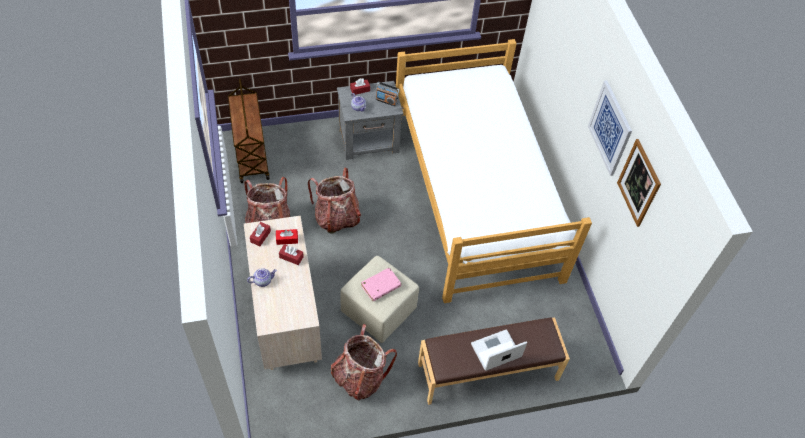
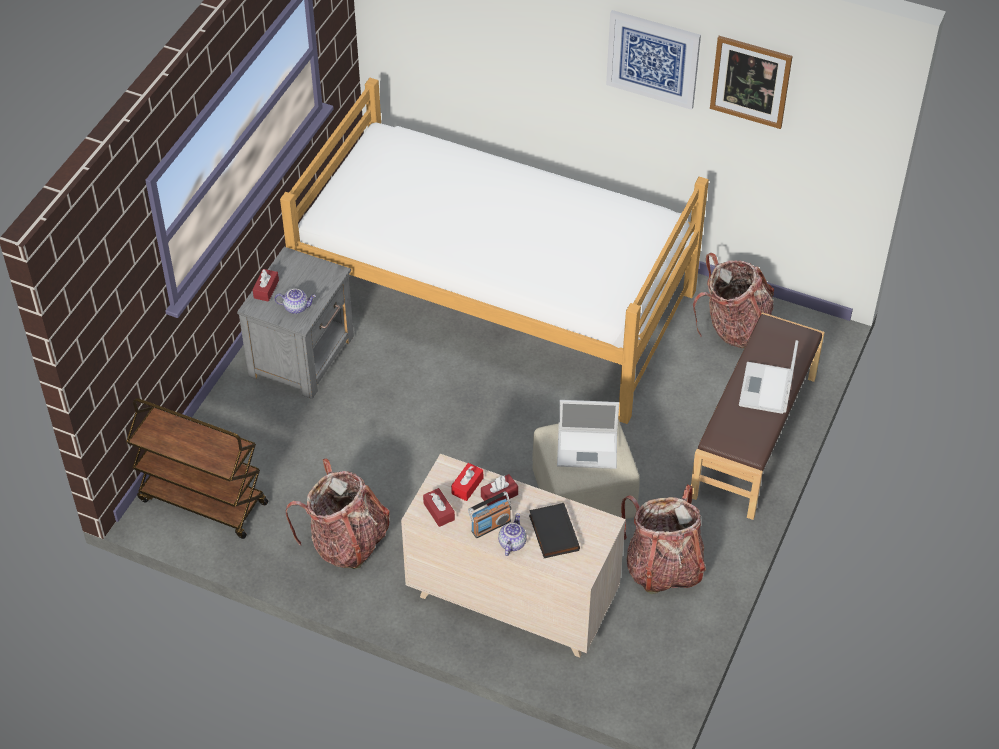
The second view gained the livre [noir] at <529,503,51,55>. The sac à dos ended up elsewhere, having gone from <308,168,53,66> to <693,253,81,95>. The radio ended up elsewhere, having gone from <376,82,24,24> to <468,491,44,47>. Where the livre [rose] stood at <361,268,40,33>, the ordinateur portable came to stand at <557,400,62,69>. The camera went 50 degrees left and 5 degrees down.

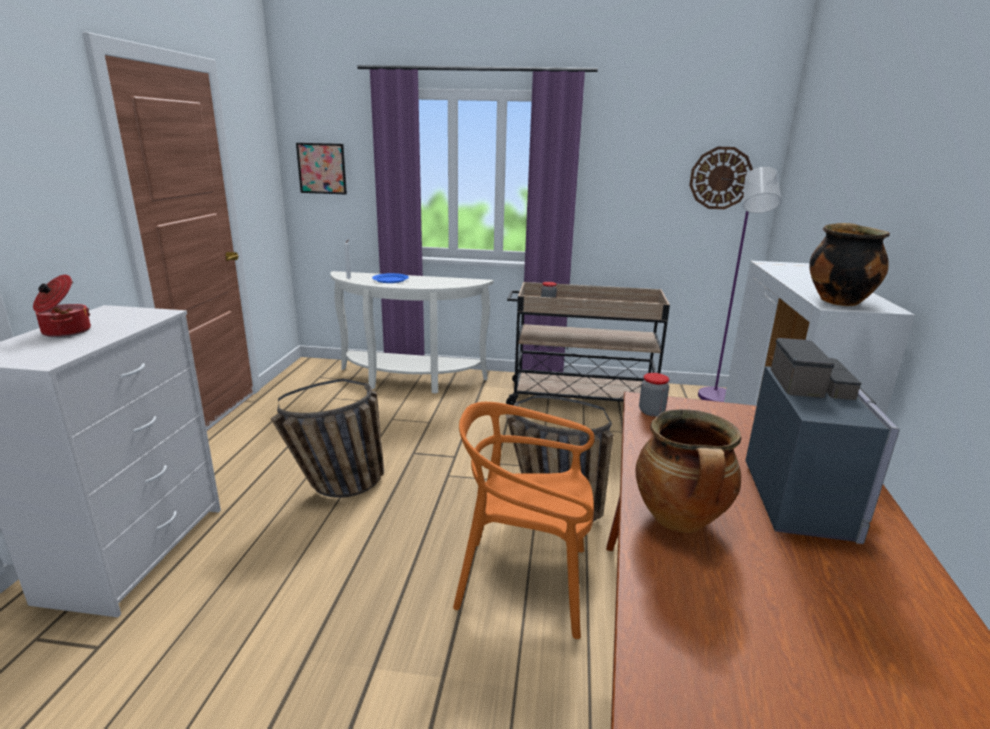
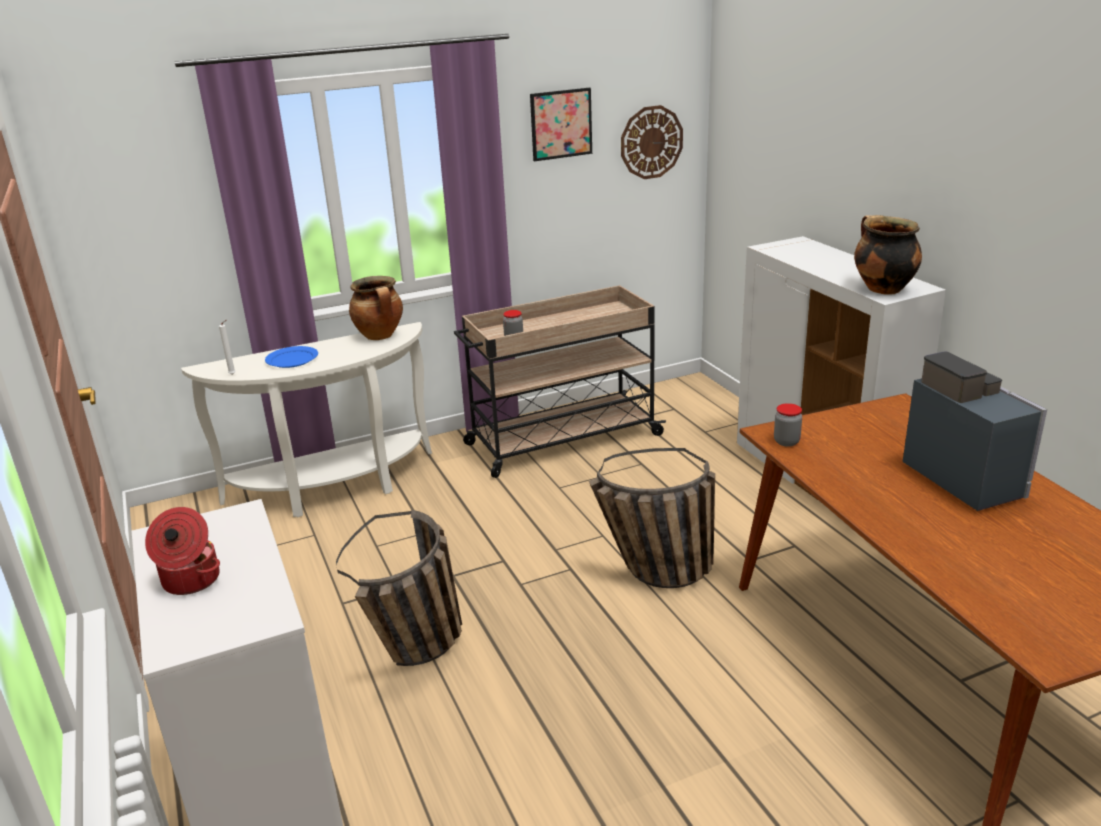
The second view lost the chaise [orange] at <453,402,142,237>. The second view lost the lampadaire [violet] at <698,167,84,235>. The tableau ended up elsewhere, having gone from <296,143,51,52> to <530,88,62,73>. The marmite ended up elsewhere, having gone from <635,409,106,124> to <349,276,54,64>. The camera went 30 degrees left and 5 degrees up.

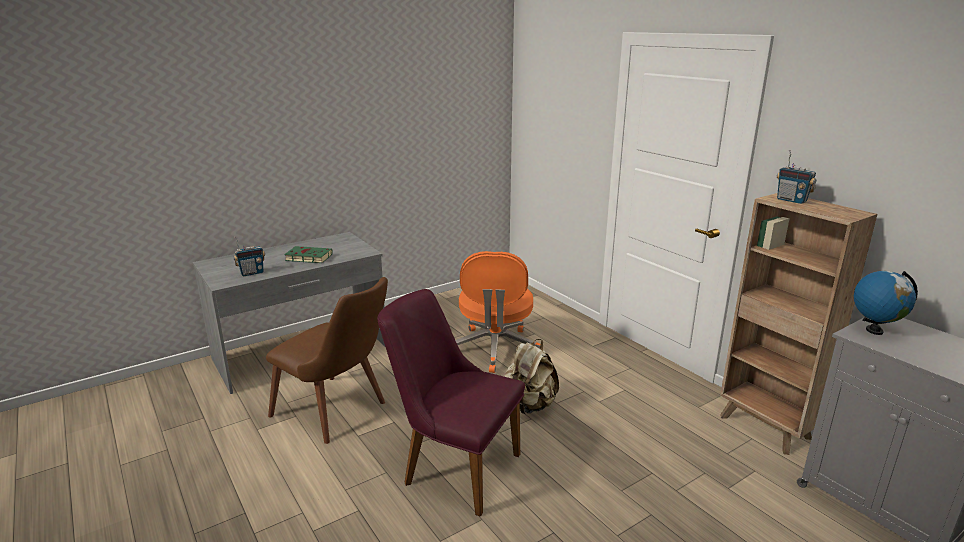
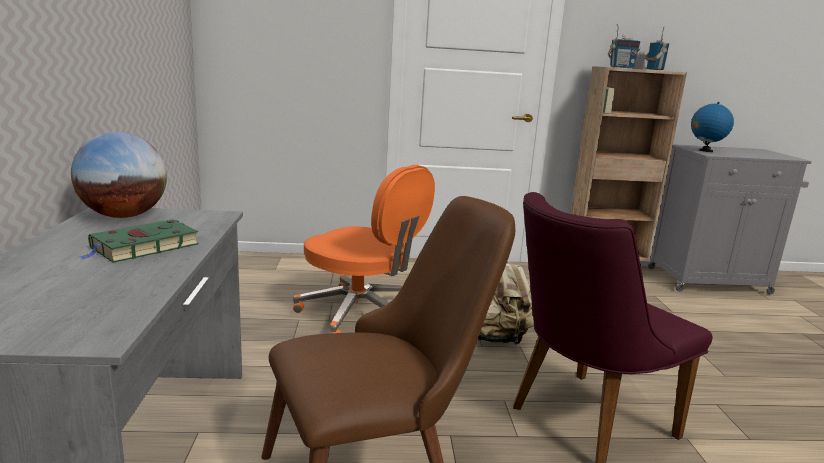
The second view gained the globe at <71,132,96,86>. The radio ended up elsewhere, having gone from <233,237,32,39> to <644,27,25,43>. The camera went 60 degrees left and 5 degrees down.

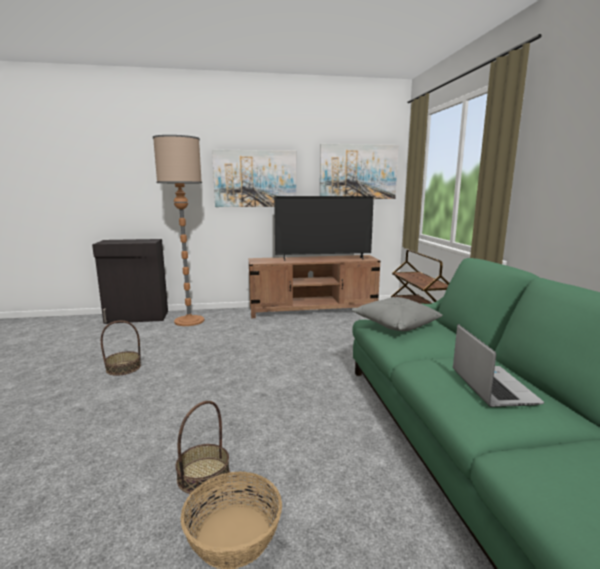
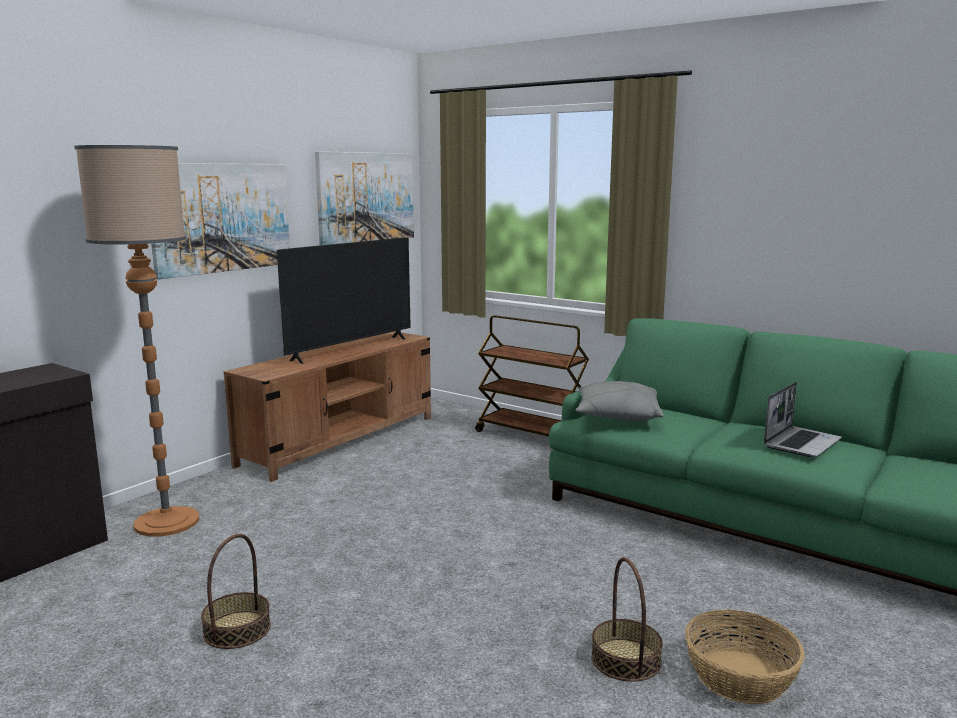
The ordinateur portable at <453,324,91,83> ended up facing another way, 90 degrees clockwise from before. The camera went 45 degrees left and 0 degrees up.

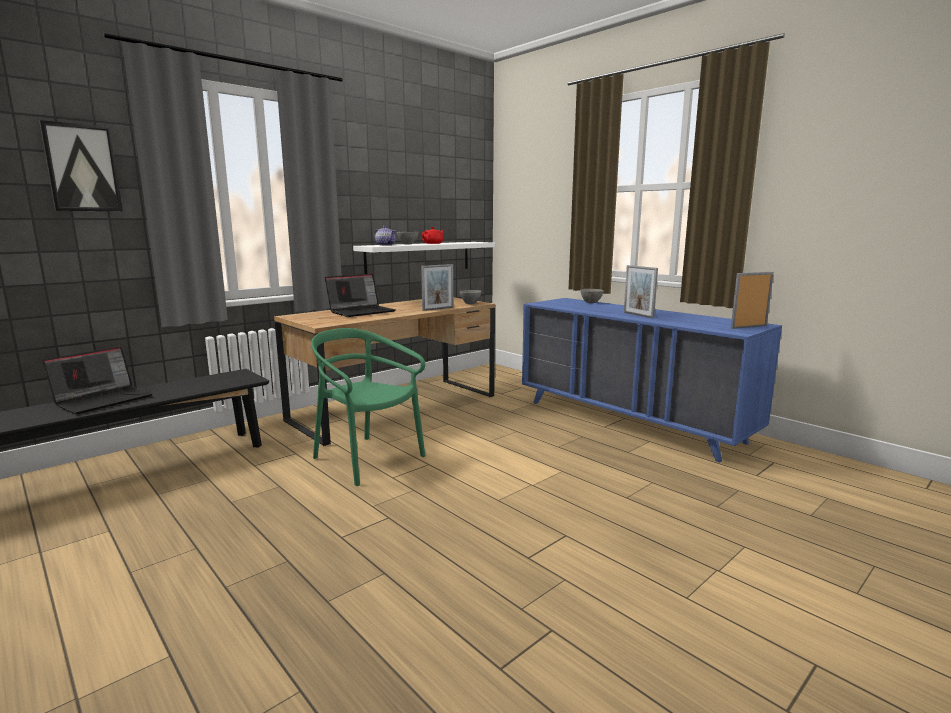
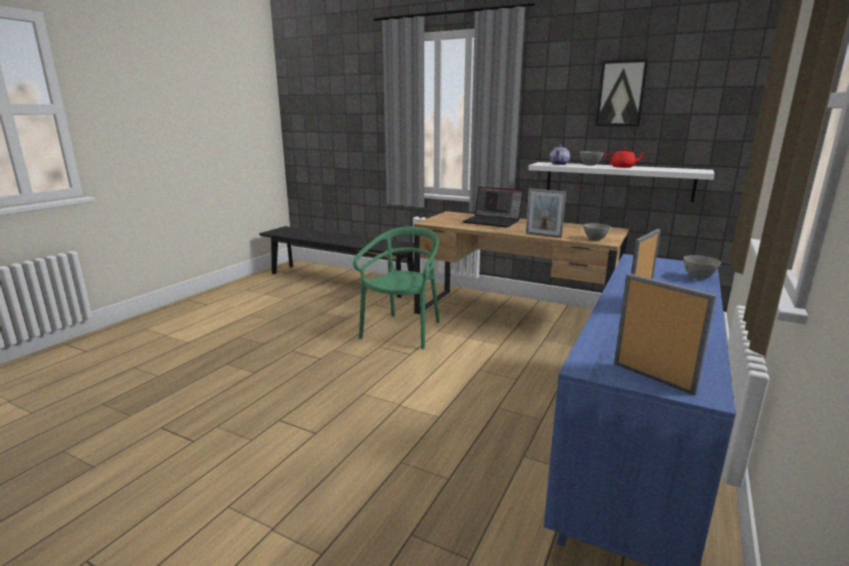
The second view lost the ordinateur portable at <42,347,110,67>. The tableau ended up elsewhere, having gone from <40,120,83,91> to <595,59,54,67>. The camera went 70 degrees right and 5 degrees up.

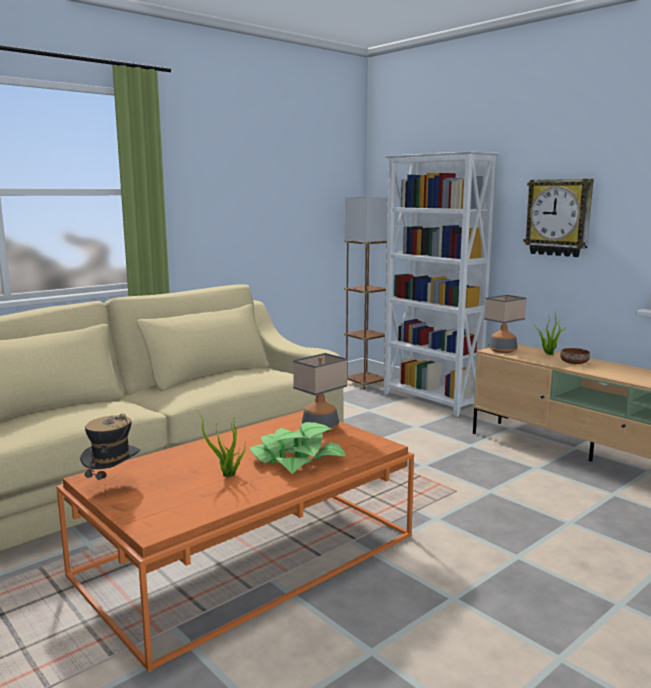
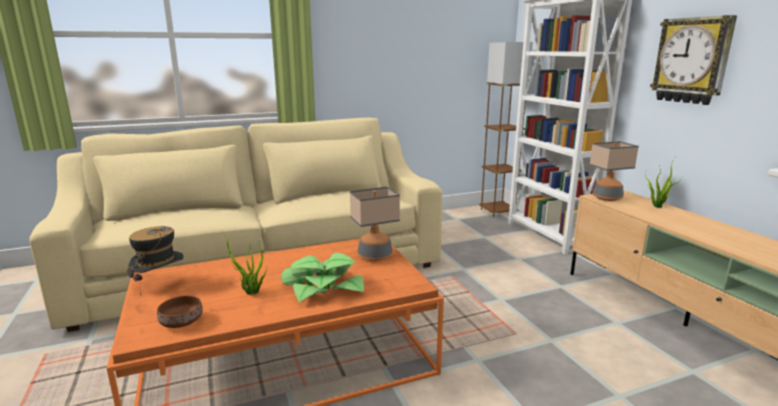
The bol [marron] ended up elsewhere, having gone from <560,348,30,16> to <157,295,46,33>. The camera went 20 degrees right and 5 degrees up.

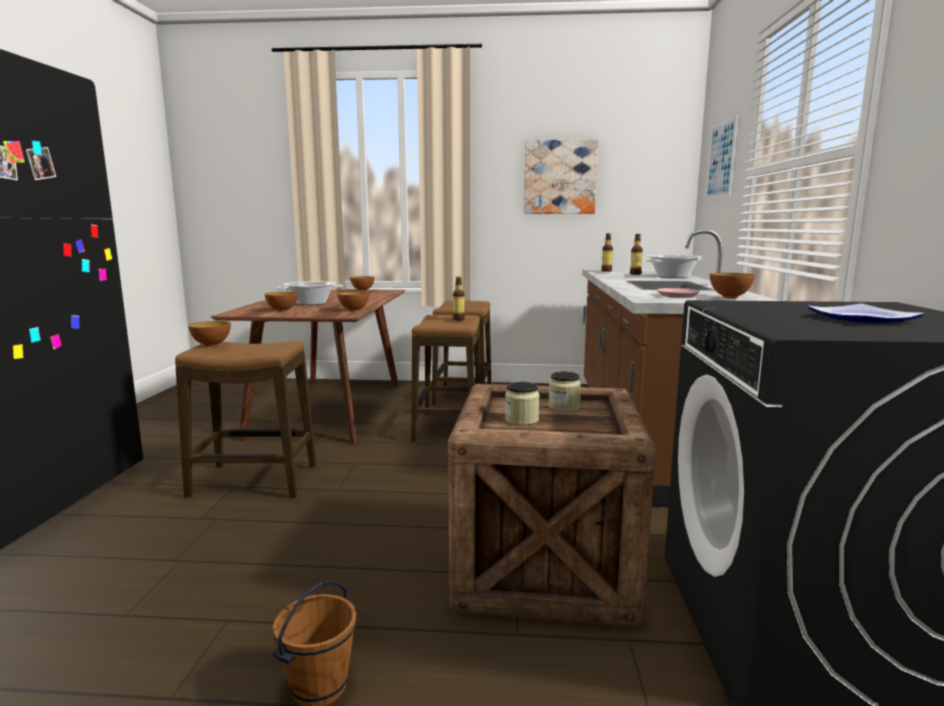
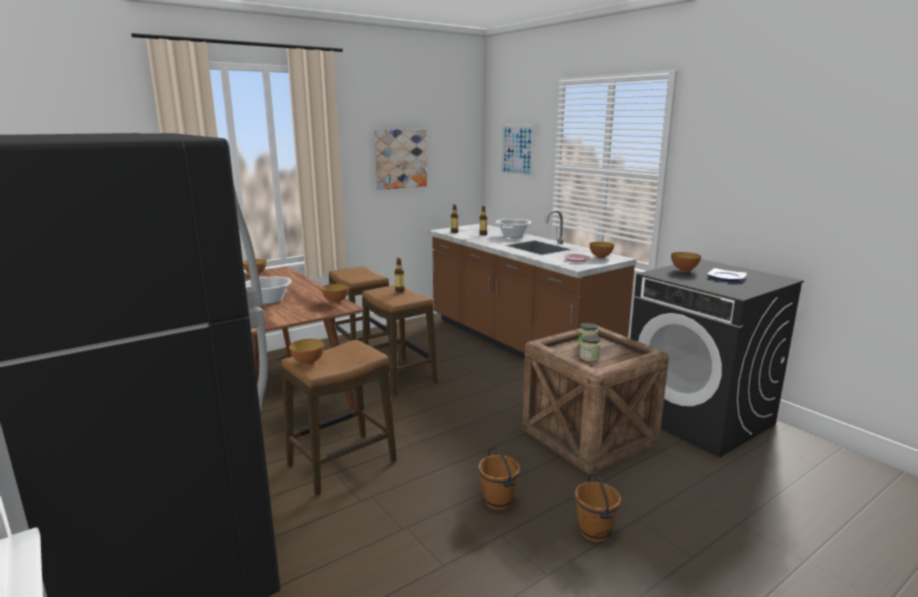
The second view gained the seau [marron] at <478,447,42,63>. The bol ended up elsewhere, having gone from <265,292,33,20> to <671,252,30,20>. The camera went 40 degrees left and 5 degrees up.

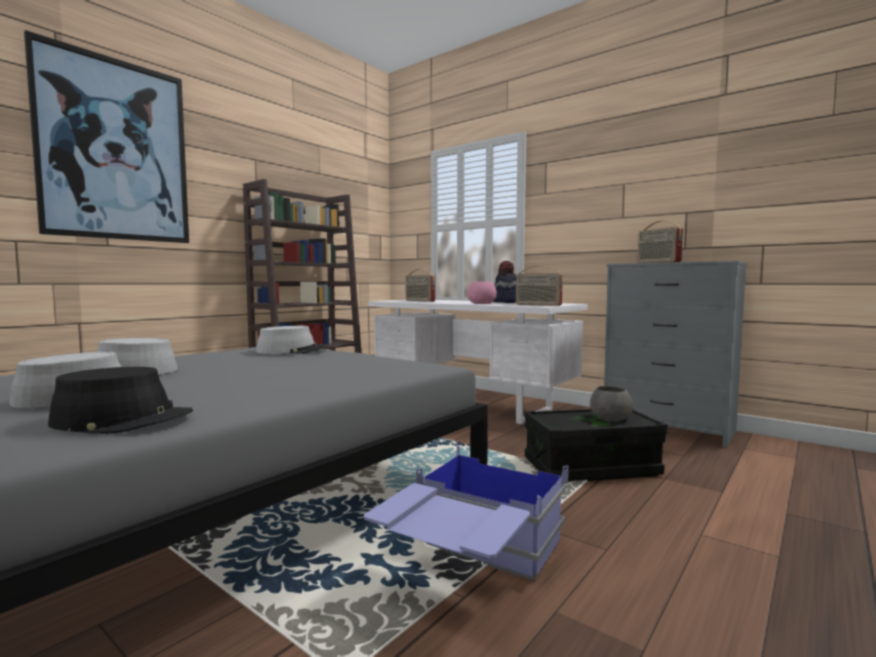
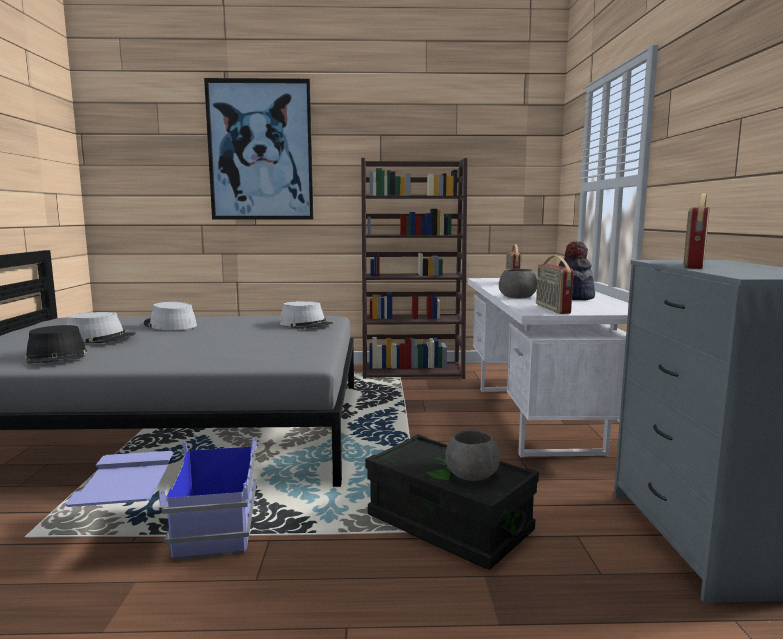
What was the bol [rose] at <467,282,30,22> turned into the bol [gris] at <499,269,38,29>. The camera went 50 degrees right and 5 degrees up.

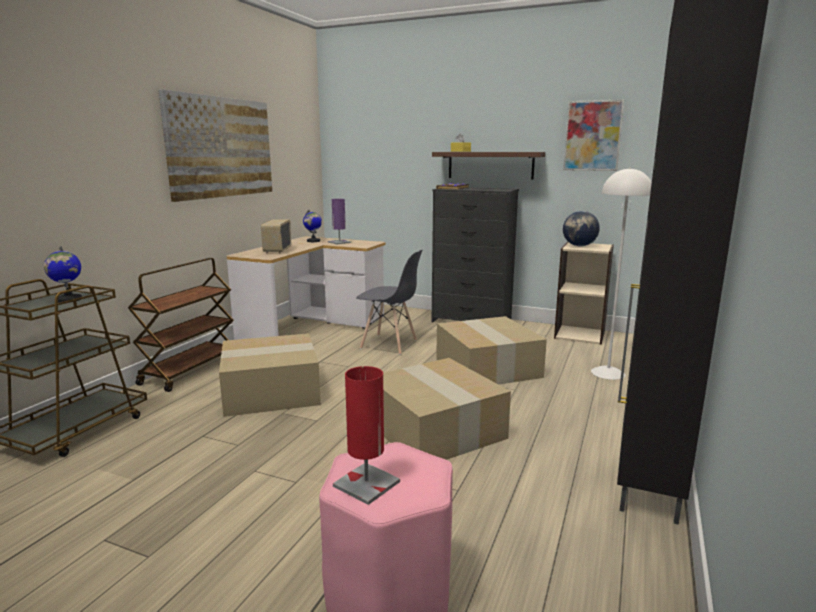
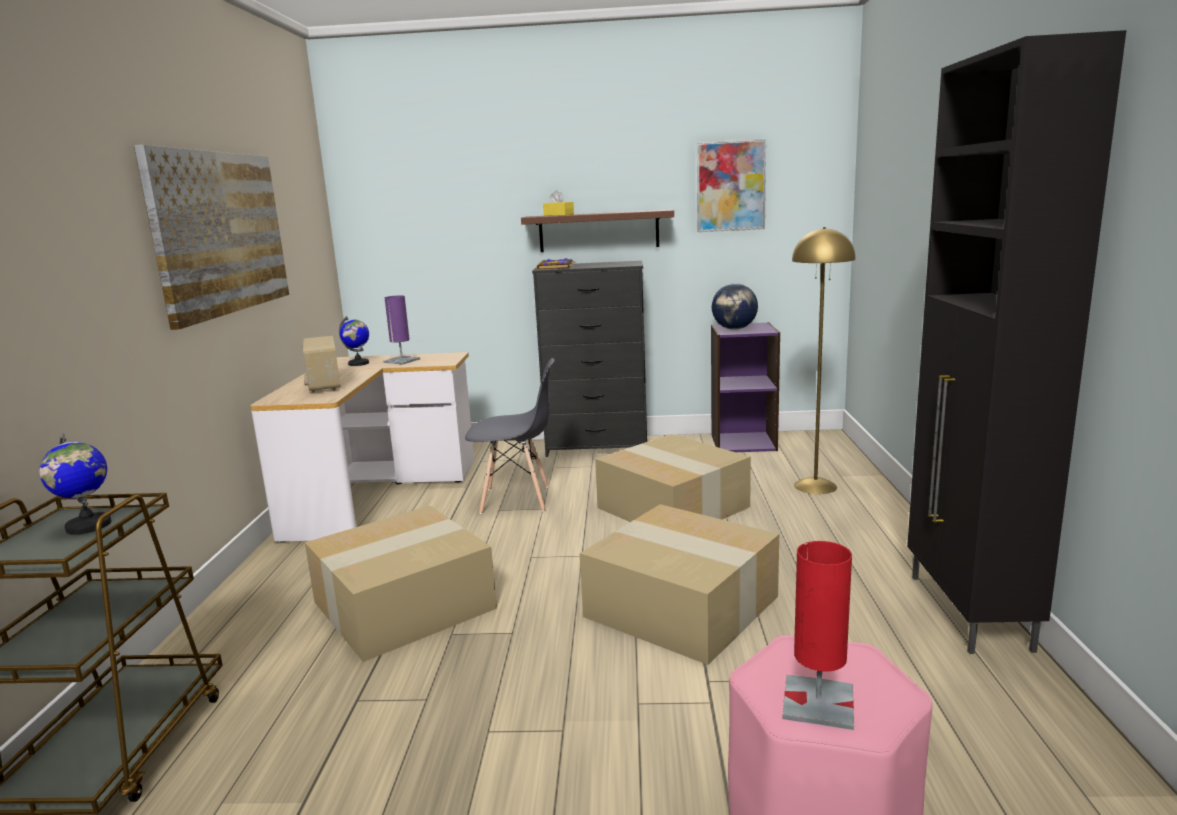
The second view lost the chariot [marron] at <128,258,106,134>. What was the bibliothèque [beige] at <554,242,60,103> turned into the bibliothèque [violet] at <711,322,69,130>. What was the lampadaire [blanc] at <591,167,61,213> turned into the lampadaire [jaune] at <792,227,64,267>. The camera went 20 degrees left and 0 degrees up.

